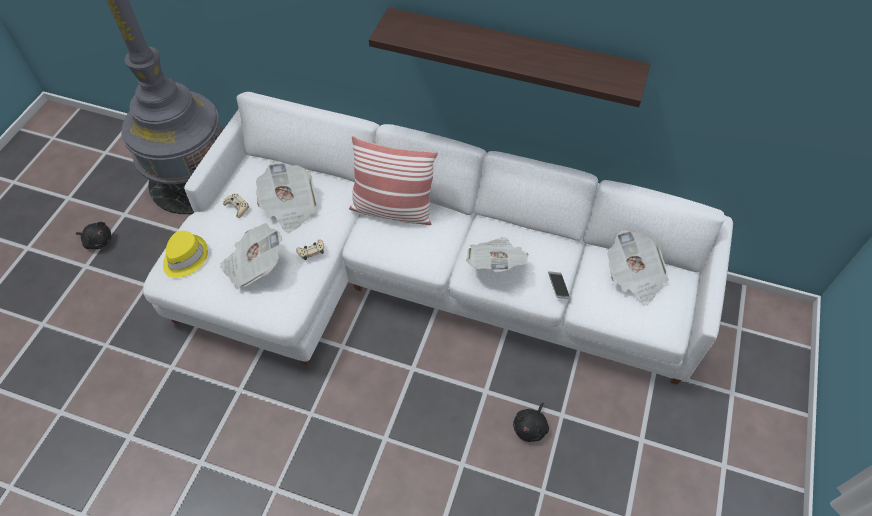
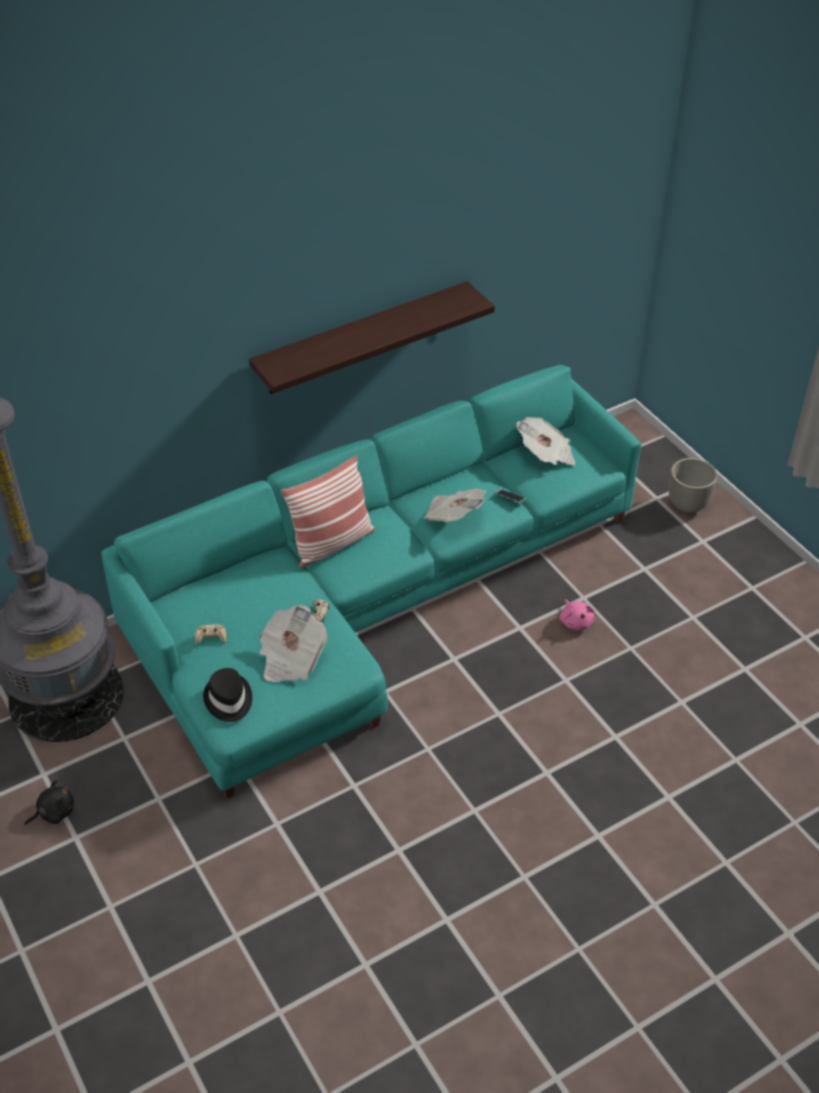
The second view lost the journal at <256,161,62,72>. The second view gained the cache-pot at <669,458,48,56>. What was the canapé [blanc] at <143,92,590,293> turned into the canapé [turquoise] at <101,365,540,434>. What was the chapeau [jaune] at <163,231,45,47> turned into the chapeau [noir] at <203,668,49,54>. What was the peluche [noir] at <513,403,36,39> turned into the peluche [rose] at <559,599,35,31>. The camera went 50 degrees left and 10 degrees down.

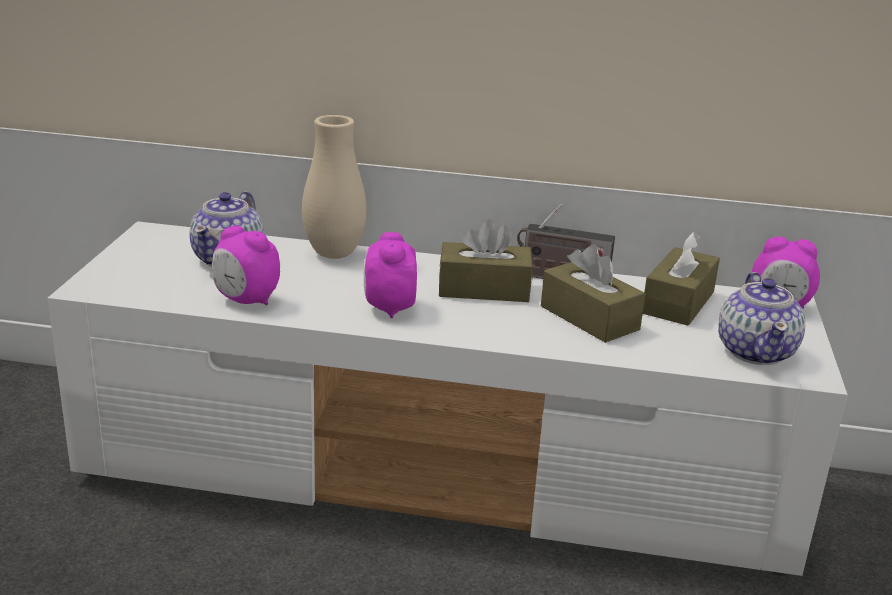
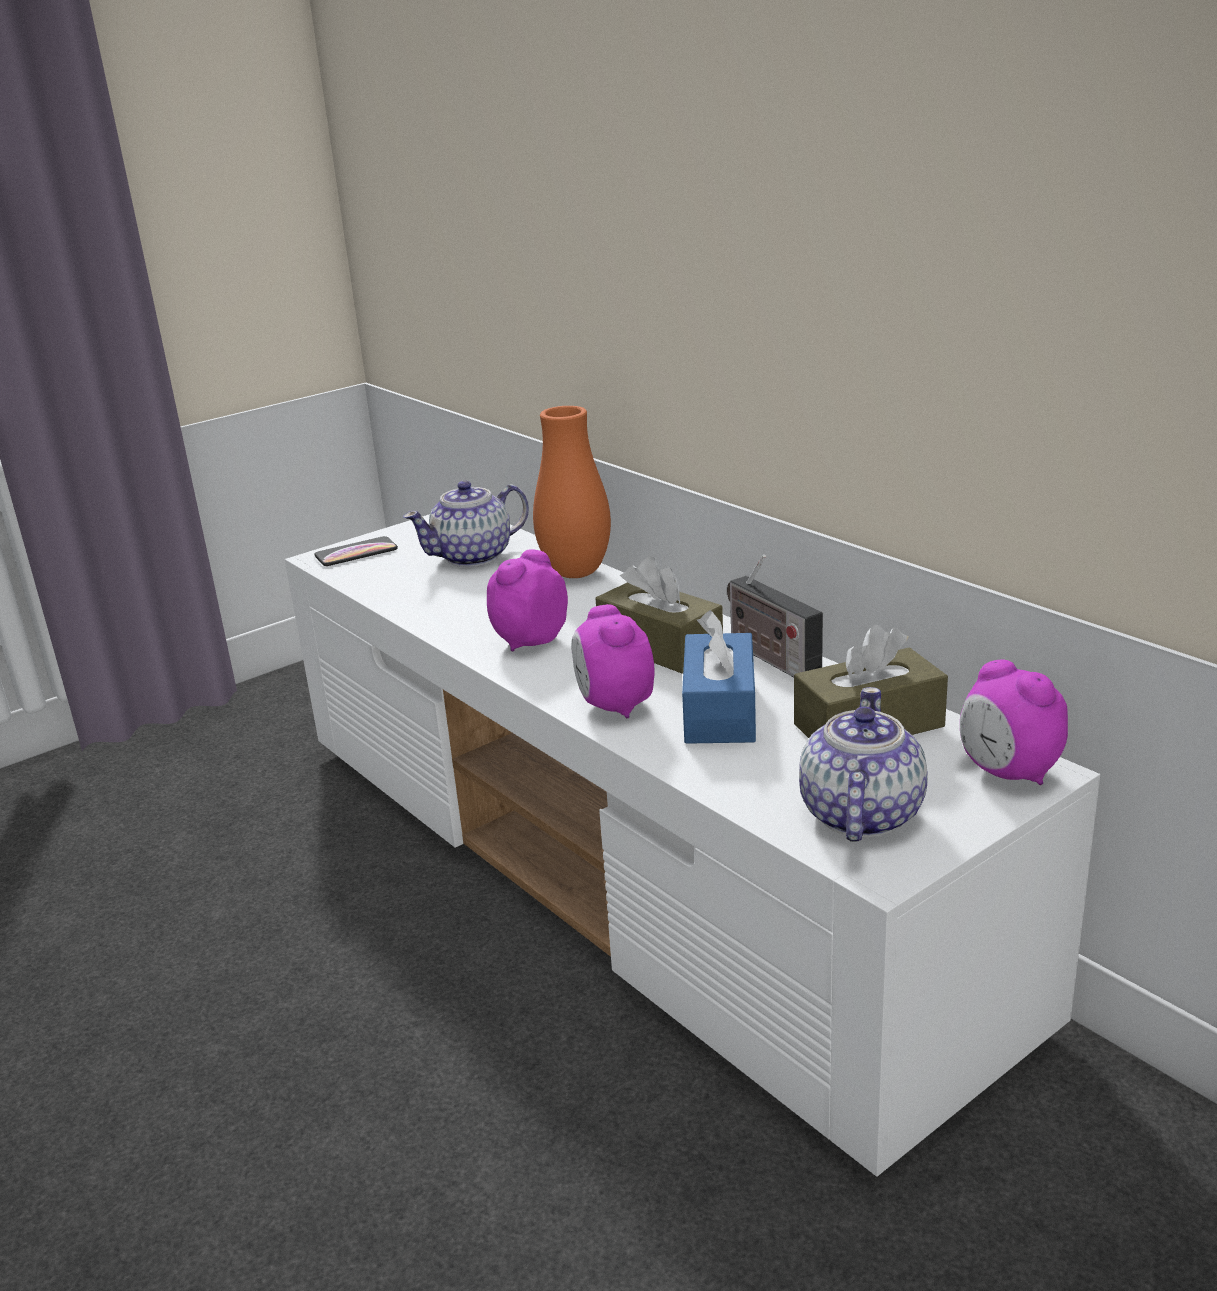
The second view gained the téléphone at <314,536,84,30>. The réveil ended up elsewhere, having gone from <212,226,68,79> to <571,604,84,115>. What was the vase [beige] at <302,115,65,144> turned into the vase [orange] at <533,406,78,172>. What was the boîte à mouchoirs [marron] at <541,245,104,98> turned into the boîte à mouchoirs [bleu] at <682,610,74,134>. The théière at <718,272,87,93> ended up facing another way, 150 degrees clockwise from before. The camera went 45 degrees right and 0 degrees up.

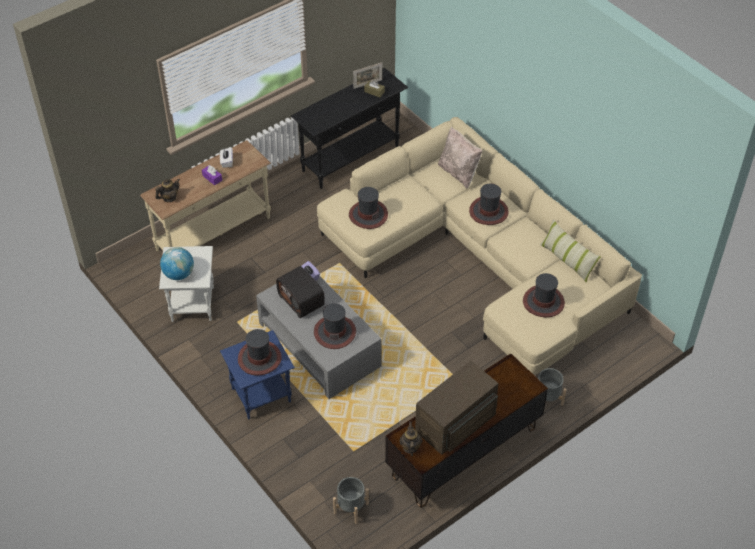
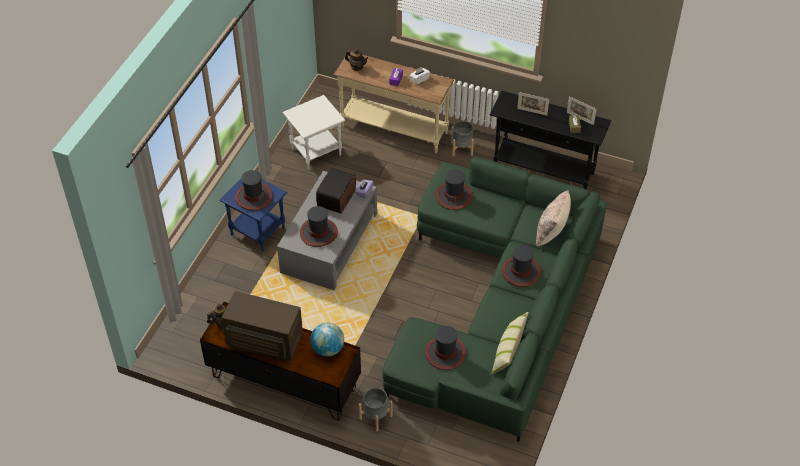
The second view gained the cadre photo at <517,92,32,24>. The globe ended up elsewhere, having gone from <160,247,34,33> to <310,323,34,34>. The cache-pot [gris] ended up elsewhere, having gone from <333,477,36,47> to <451,121,23,35>. What was the canapé [beige] at <317,117,325,258> turned into the canapé [vert] at <382,157,225,285>. The camera went 60 degrees right and 0 degrees up.

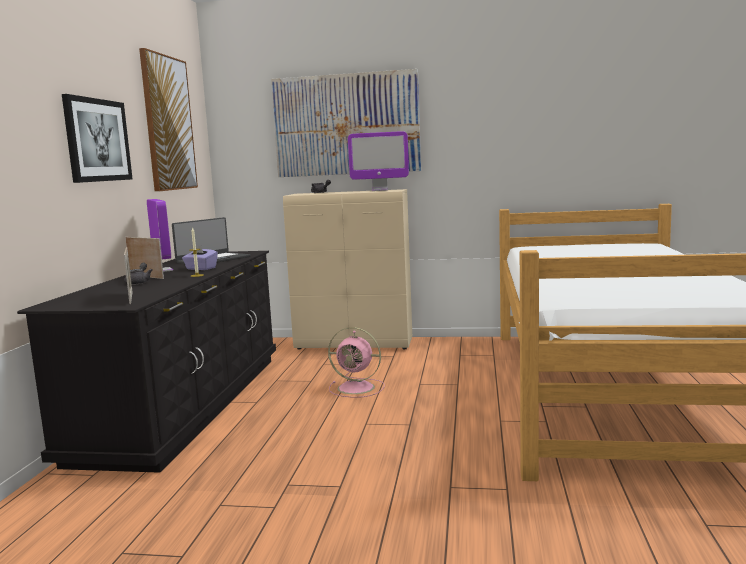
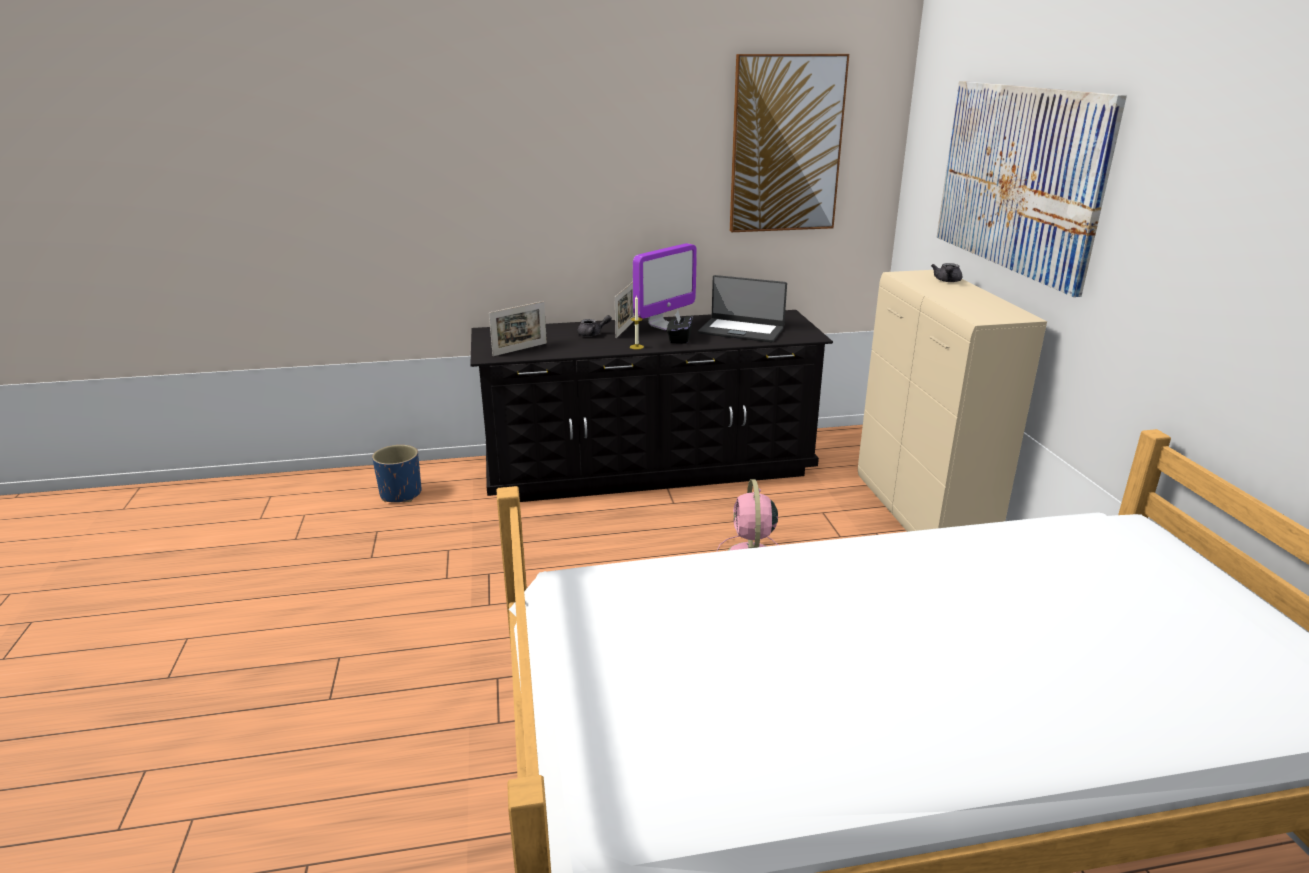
The second view lost the tableau at <62,94,71,89>. The second view lost the écran d'ordinateur at <348,131,61,60>. The second view gained the cache-pot [bleu] at <372,445,49,58>. What was the boîte à mouchoirs [violet] at <182,245,36,25> turned into the boîte à mouchoirs [noir] at <667,311,26,33>. The camera went 70 degrees right and 15 degrees up.

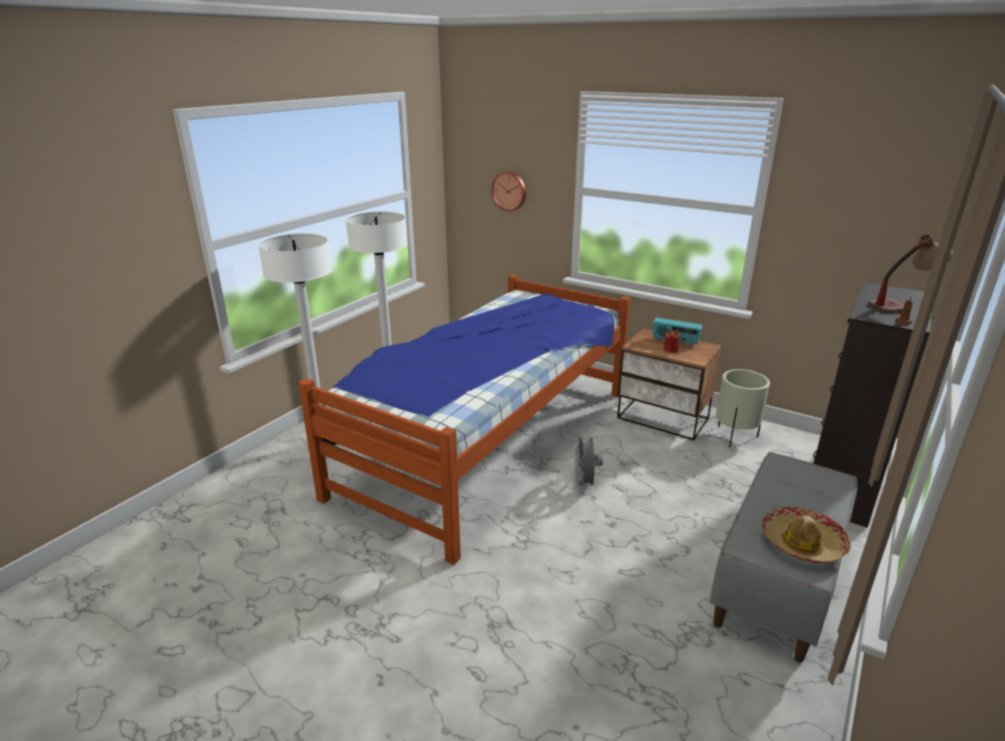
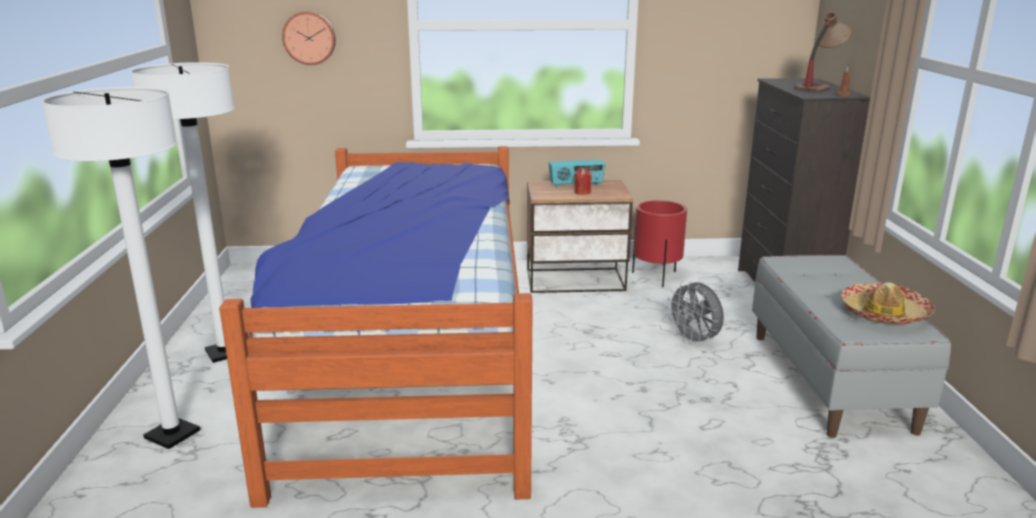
The ventilateur [gris] ended up elsewhere, having gone from <575,434,28,55> to <667,281,57,65>. What was the cache-pot [beige] at <716,369,54,78> turned into the cache-pot [rouge] at <632,200,55,87>. The camera went 35 degrees left and 5 degrees down.

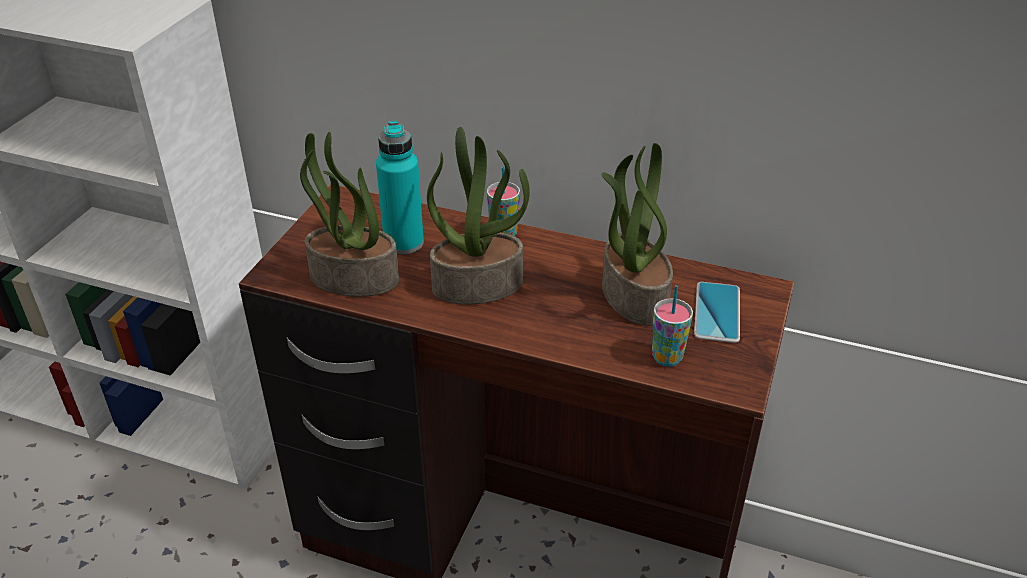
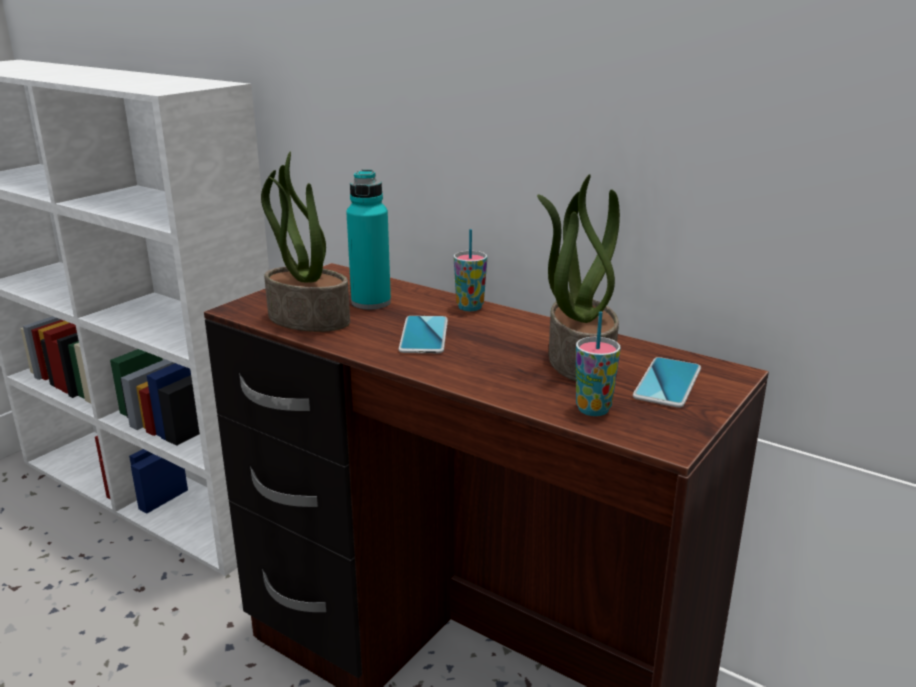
Where the plante en pot stood at <427,127,103,178>, the téléphone came to stand at <399,316,49,37>. The camera went 15 degrees right and 15 degrees down.

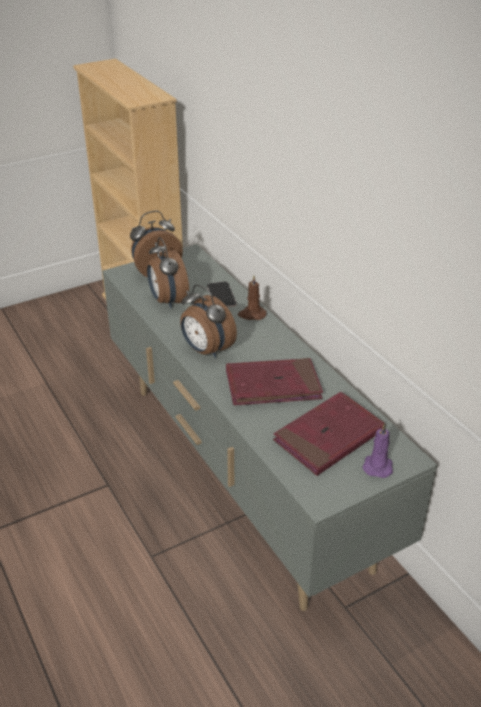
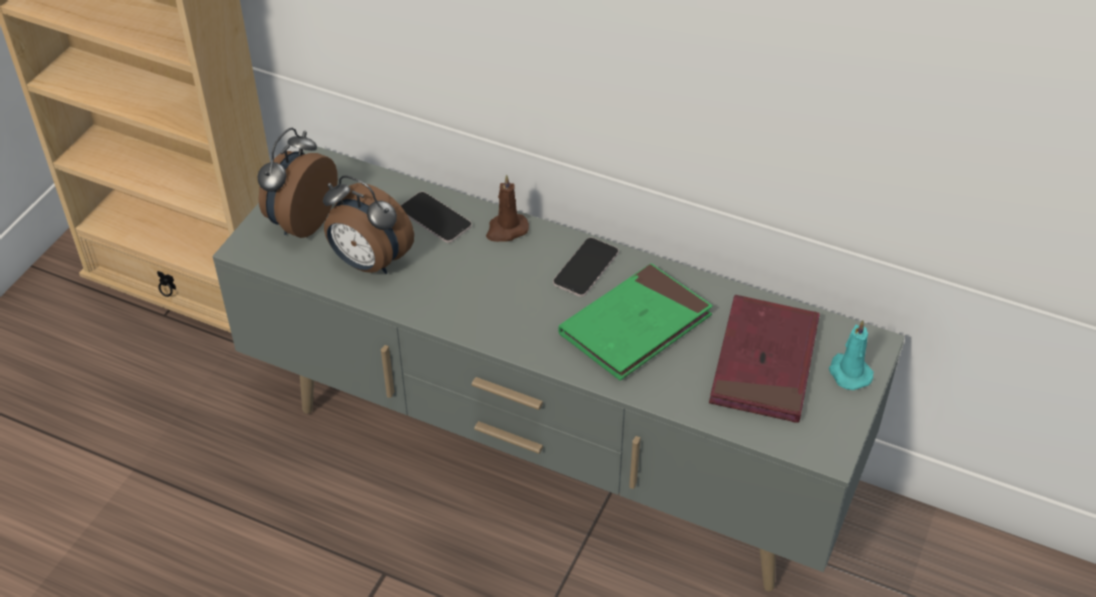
The second view lost the réveil at <180,284,57,74>. The second view gained the téléphone at <553,237,66,60>. What was the livre [rouge] at <226,358,97,47> turned into the livre [vert] at <559,264,154,116>. What was the bougie [violet] at <362,423,31,55> turned into the bougie [turquoise] at <829,320,45,70>. The camera went 35 degrees left and 10 degrees up.

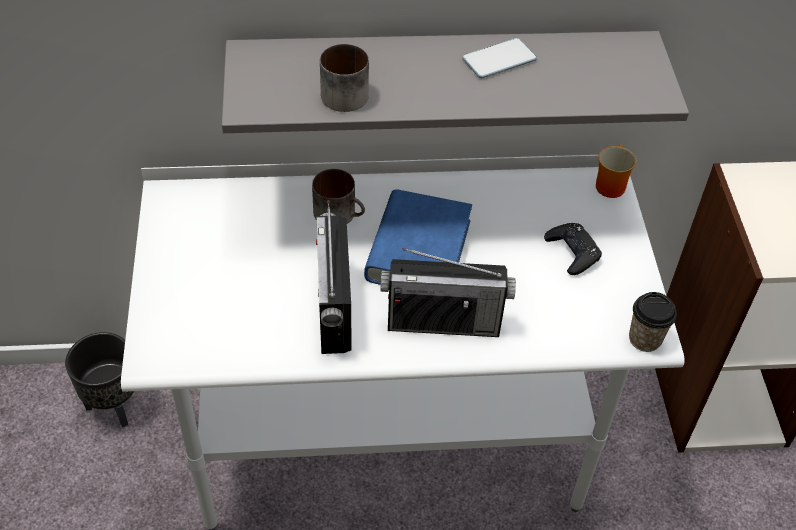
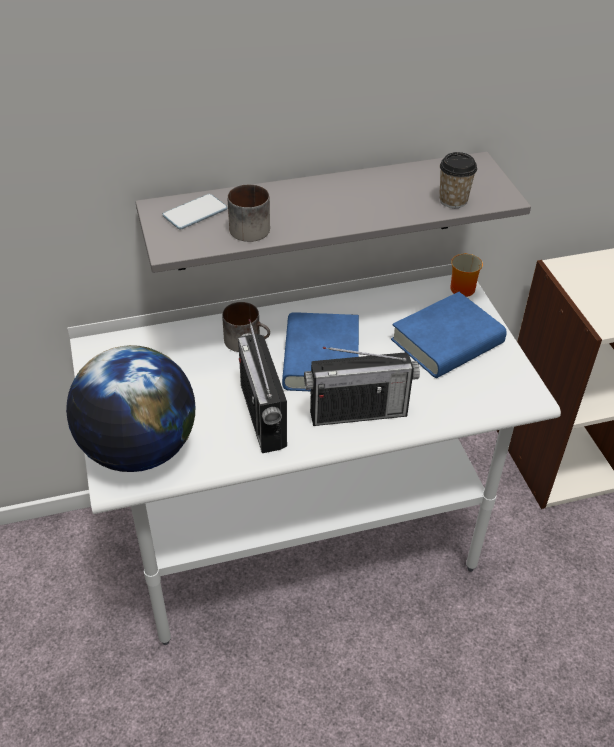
The second view lost the cache-pot [noir] at <65,332,69,95>. The second view gained the globe at <66,345,129,127>. The téléphone ended up elsewhere, having gone from <462,38,75,40> to <162,194,66,36>. The tasse ended up elsewhere, having gone from <629,292,48,60> to <439,152,38,56>. Where the manette [noir] stood at <544,223,58,52>, the livre [bleu] came to stand at <391,292,116,86>. The camera went 10 degrees left and 5 degrees down.

